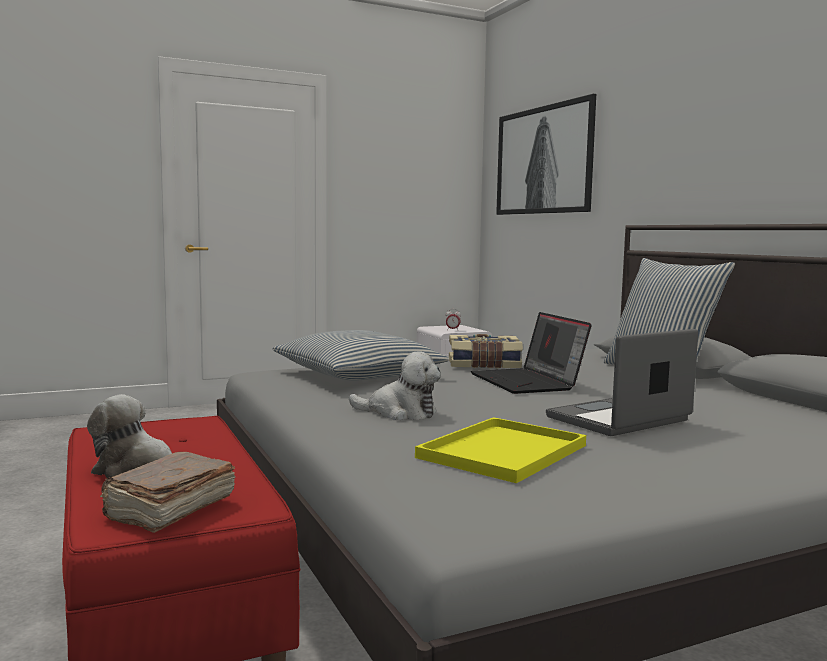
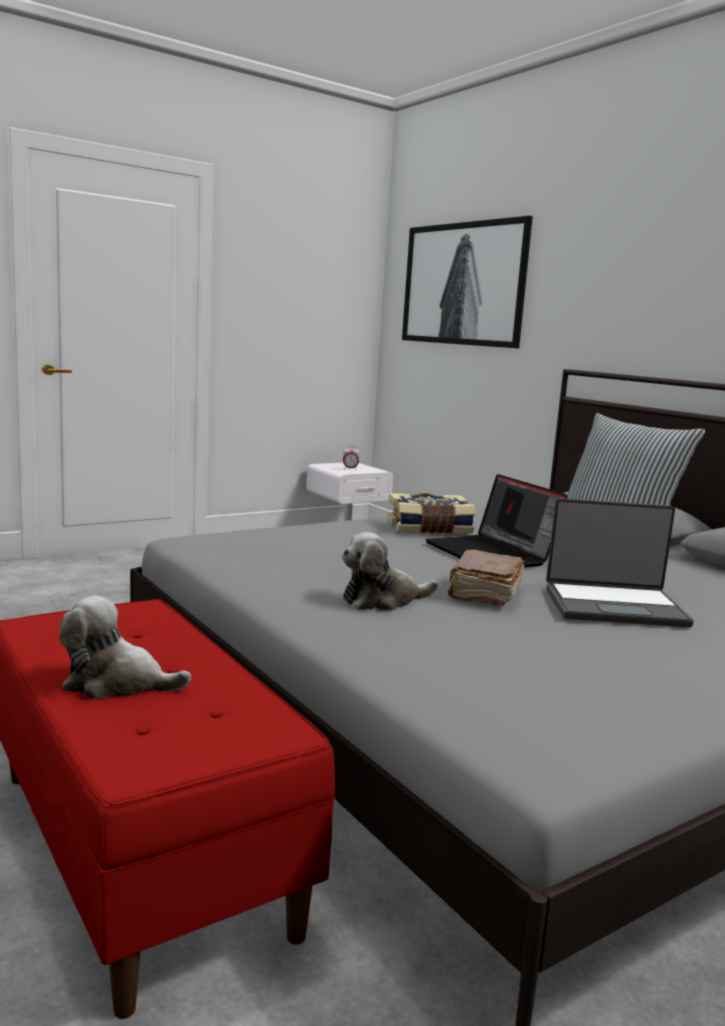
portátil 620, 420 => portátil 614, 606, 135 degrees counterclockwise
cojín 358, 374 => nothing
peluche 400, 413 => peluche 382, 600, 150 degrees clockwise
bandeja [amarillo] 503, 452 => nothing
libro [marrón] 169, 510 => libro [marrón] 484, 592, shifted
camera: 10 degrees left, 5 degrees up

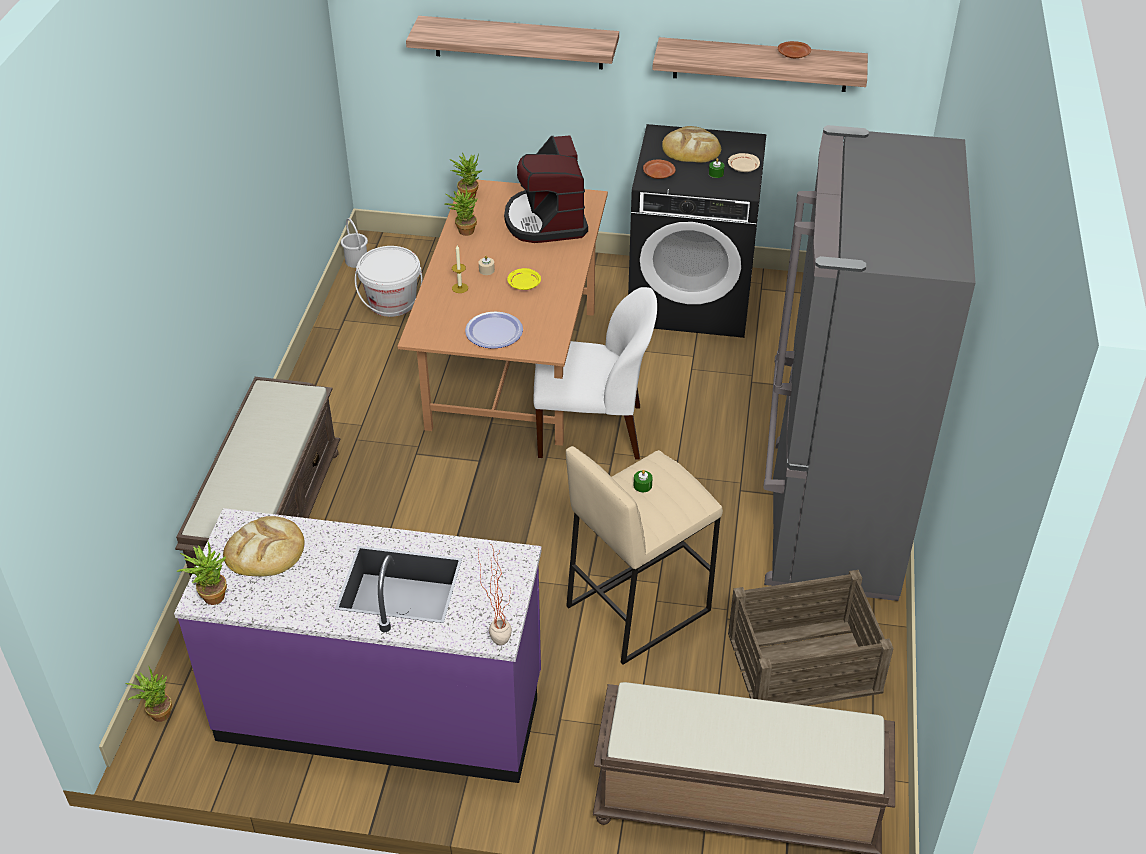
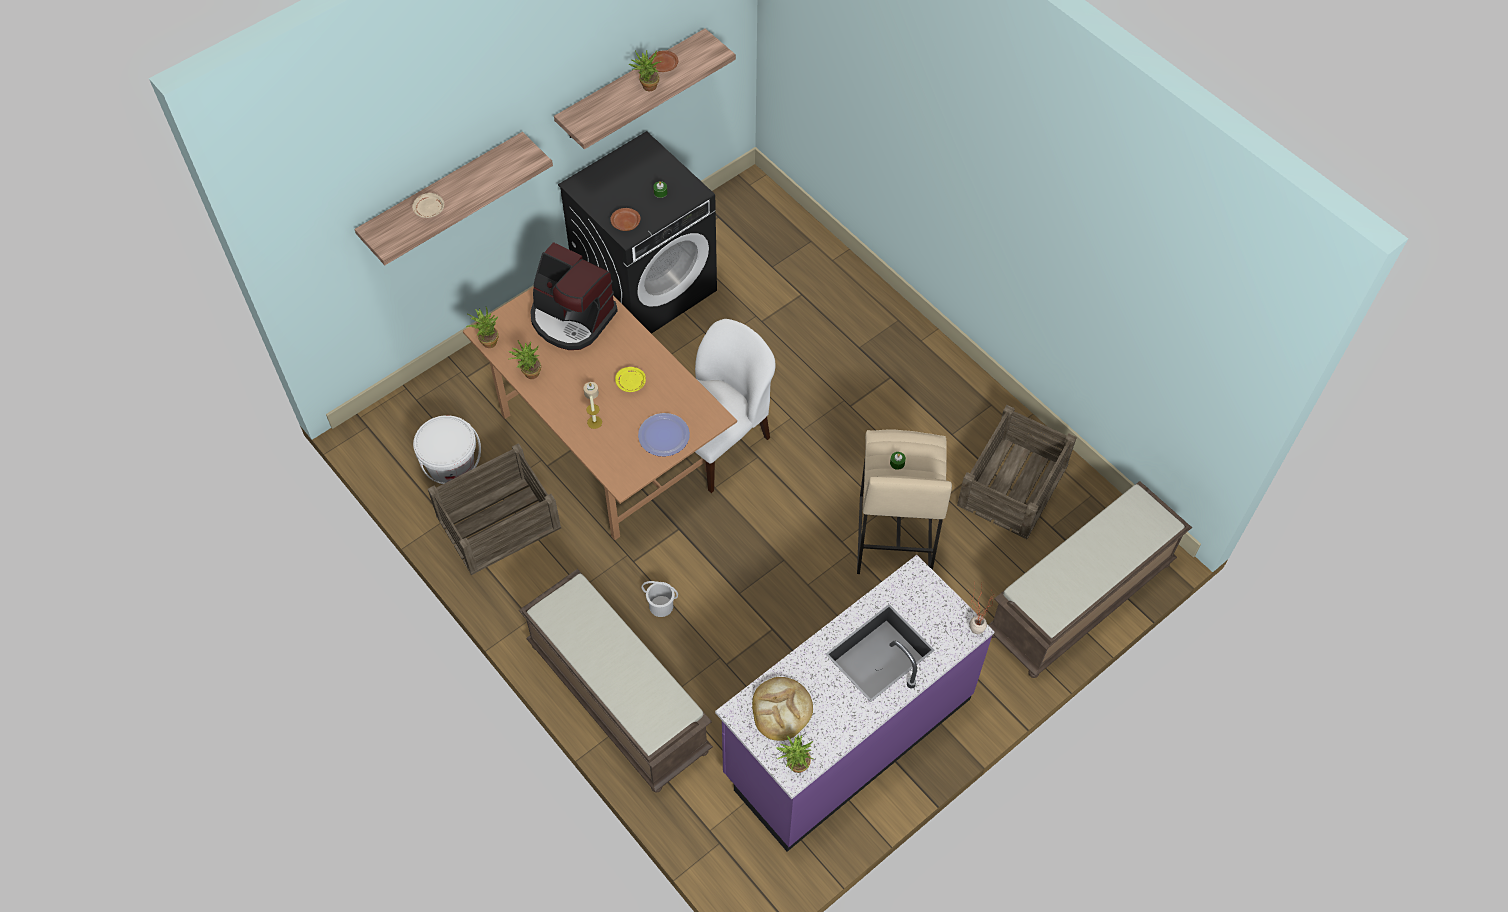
nevera [gris] 829, 518 => nothing
pan 691, 149 => nothing
plato [beis] 743, 168 => plato [beis] 429, 210, shifted
cubo [blanco] 356, 261 => cubo [blanco] 661, 606, shifted
planta en maceta 157, 713 => planta en maceta 647, 87, shifted
nothing => caja de embalaje 497, 521
camera: 50 degrees left, 15 degrees up

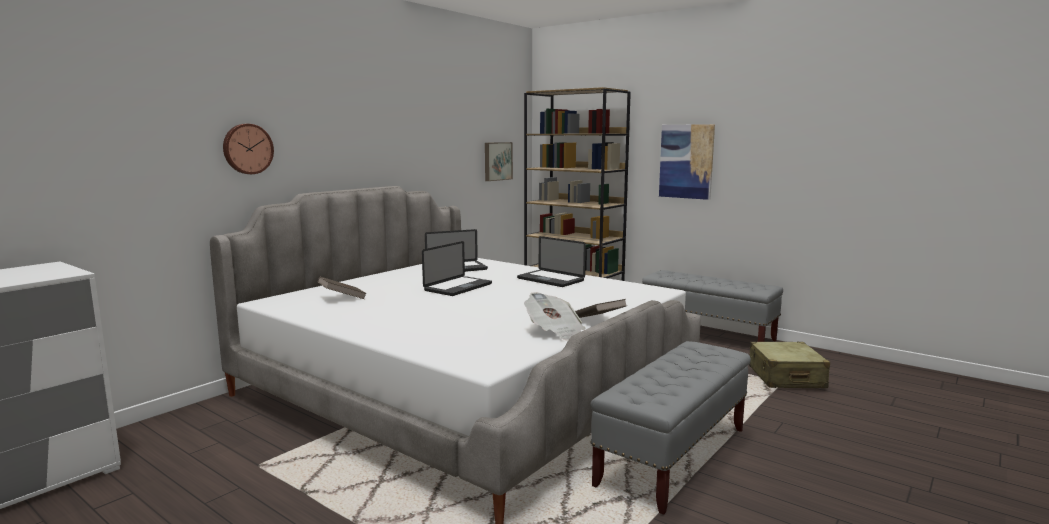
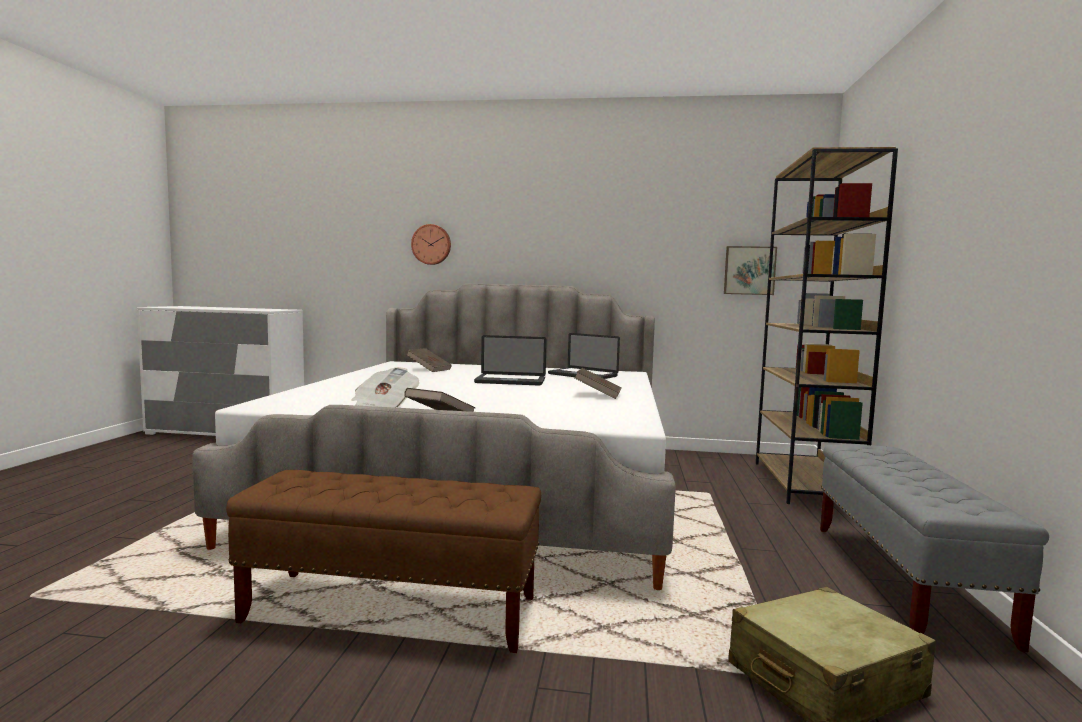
cuadro 686, 161 => nothing
portátil 550, 279 => libro [marrón] 598, 395
banco [gris] 673, 456 => banco [marrón] 392, 610
camera: 60 degrees right, 5 degrees down

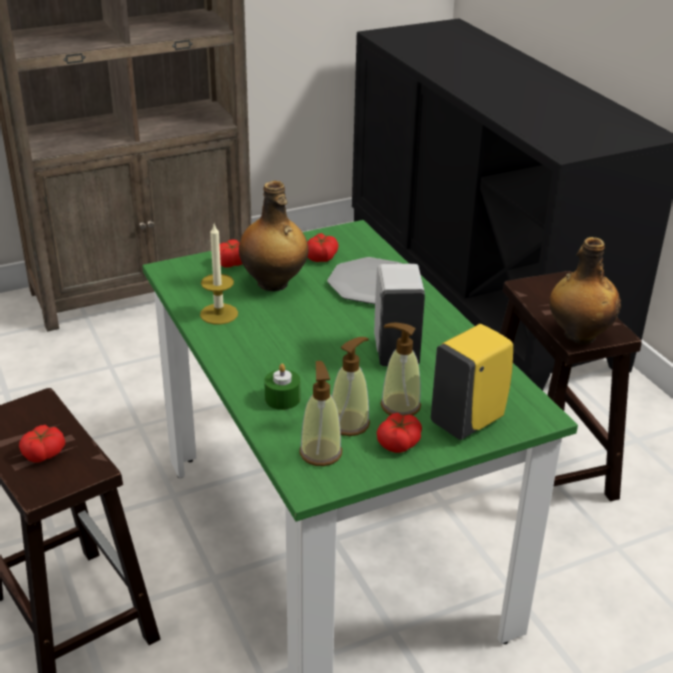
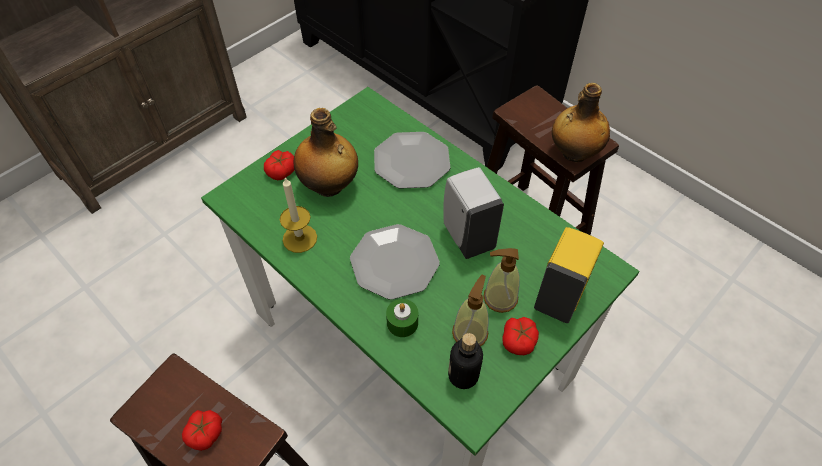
tomate 321, 257 => nothing
dispensador de jabón 320, 452 => botella 463, 375
nothing => plato 394, 262
camera: 20 degrees left, 20 degrees up

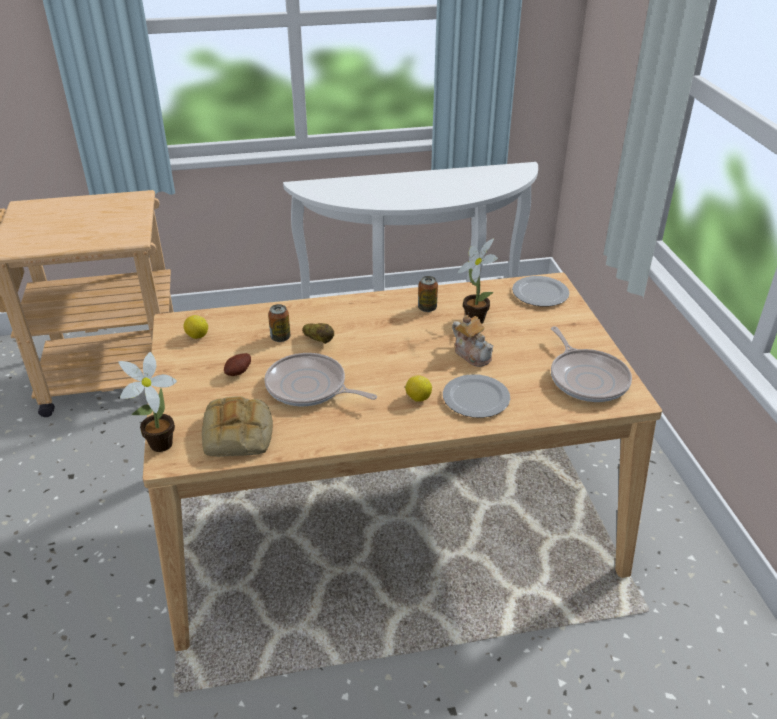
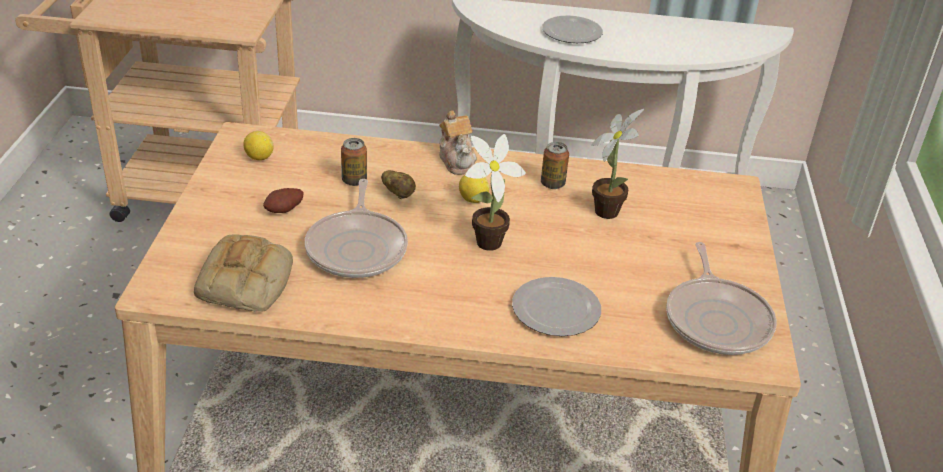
plato 541, 294 => plato 572, 33, shifted
tetera 472, 354 => tetera 457, 160, shifted
planta en maceta 157, 446 => planta en maceta 484, 244, shifted
sartén 309, 387 => sartén 357, 247, 135 degrees counterclockwise
limón 418, 398 => limón 472, 199, shifted
camera: 15 degrees right, 0 degrees up

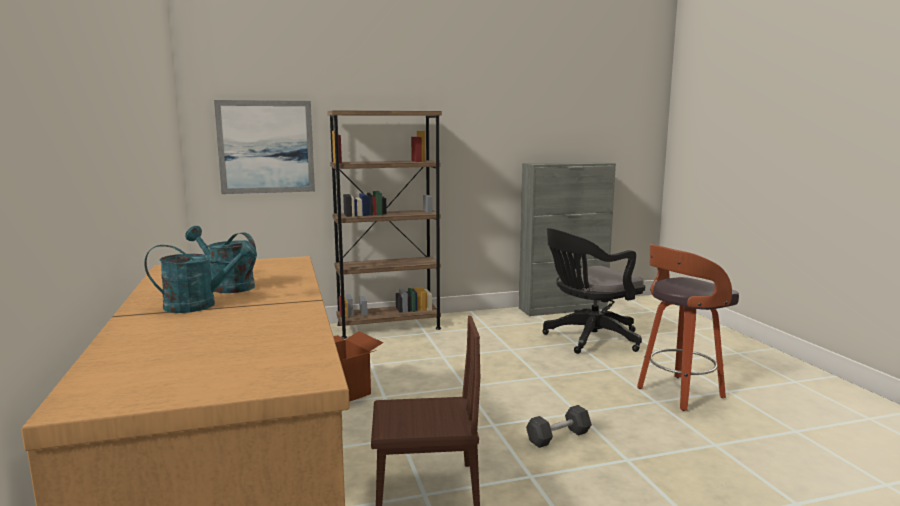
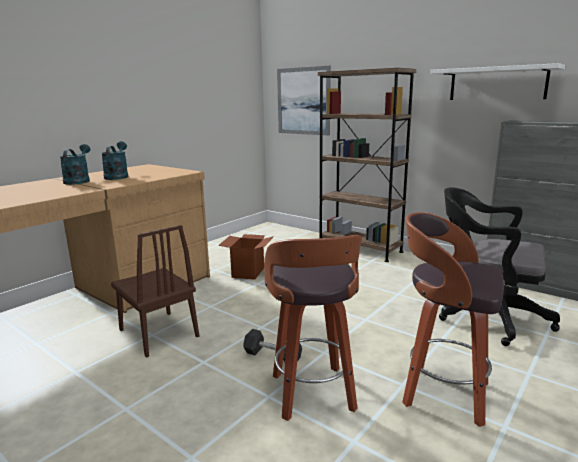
regadera [turquesa] 200, 305 => regadera [turquesa] 78, 181, 135 degrees counterclockwise
nothing => estante [blanco] 497, 83
nothing => taburete 313, 394
camera: 55 degrees right, 5 degrees up

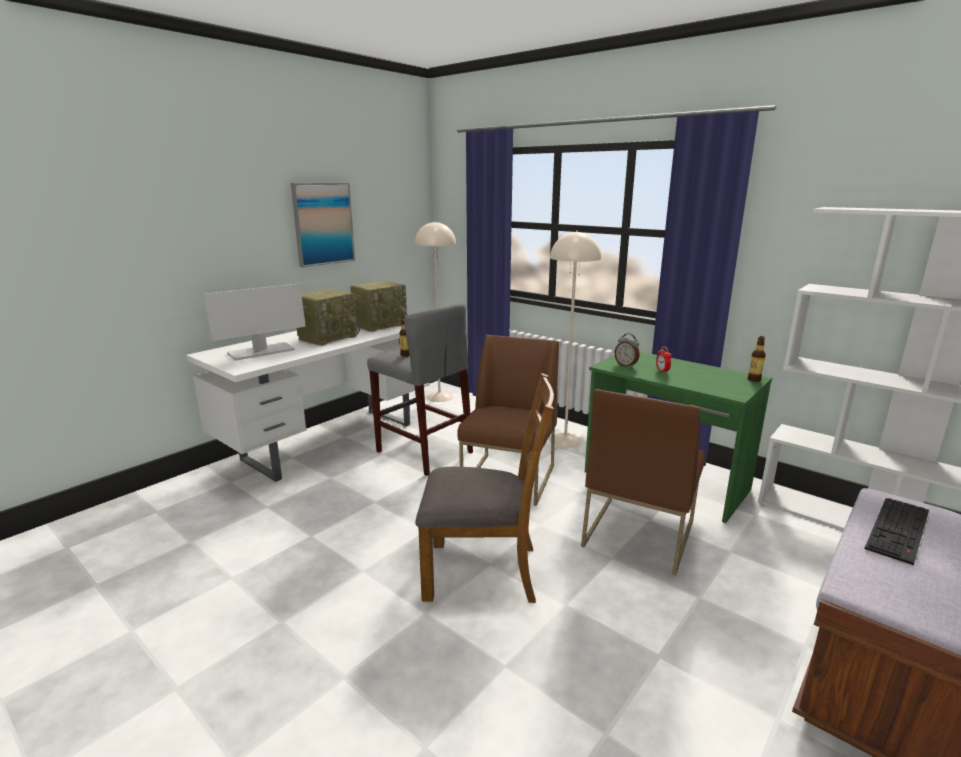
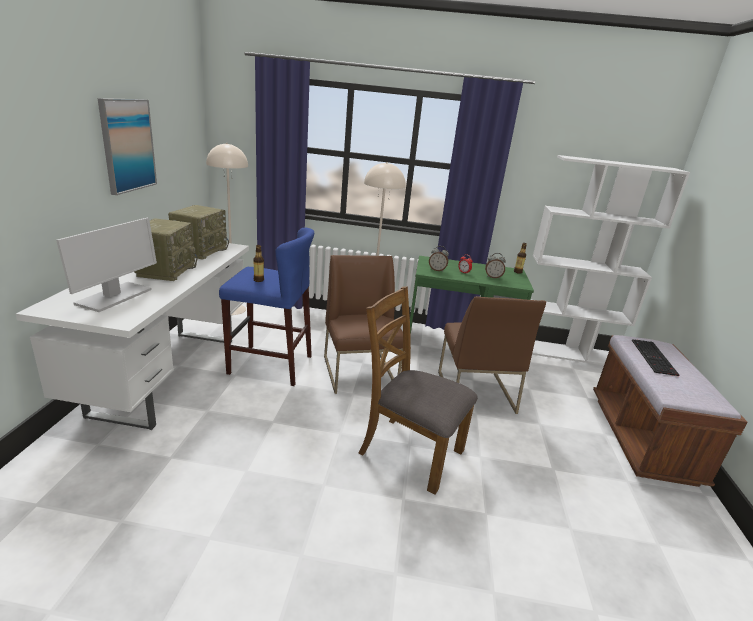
taburete [gris] 424, 451 => taburete [azul] 270, 364
silla [marrón] 483, 571 => silla [marrón] 410, 451, 120 degrees counterclockwise
nothing => despertador 493, 277
camera: 35 degrees left, 5 degrees up

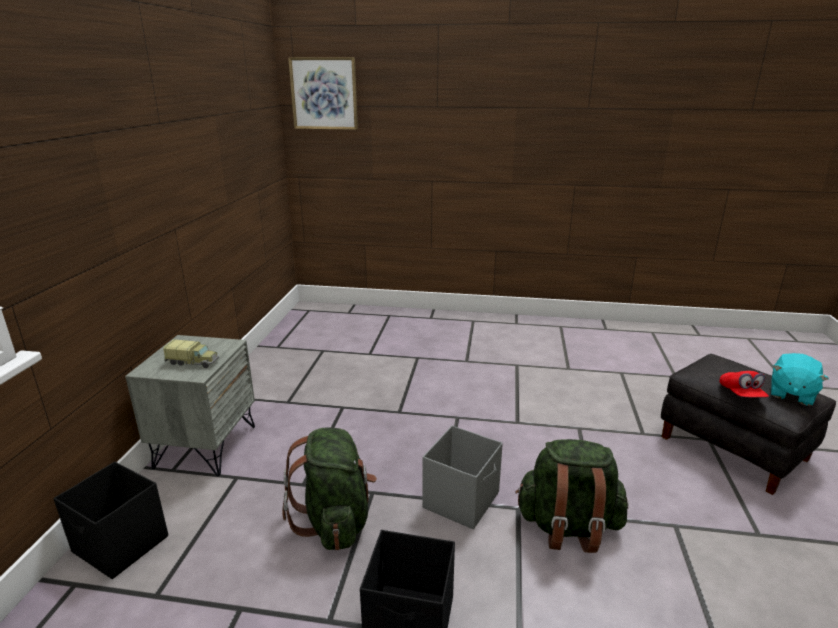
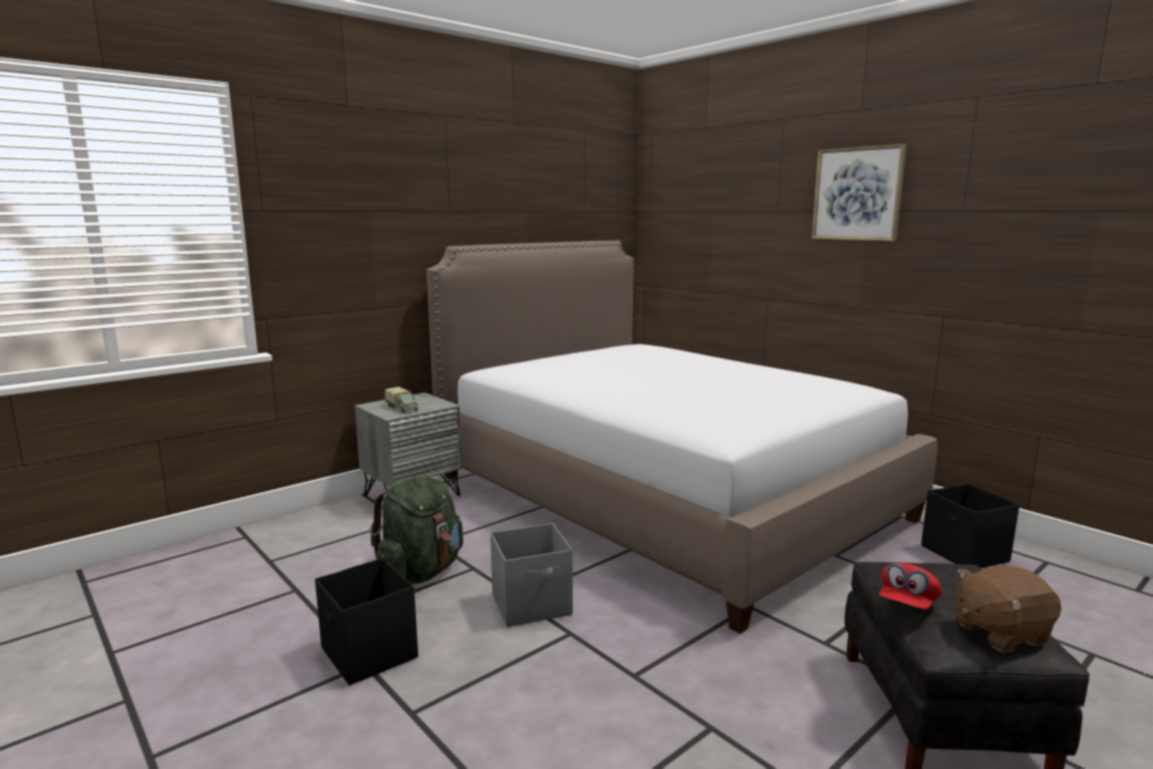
cuadro 324, 94 => cuadro 857, 194, shifted
peluche [turquesa] 791, 394 => peluche [marrón] 999, 632
mochila [verde] 568, 527 => nothing
caja de almacenaje [negro] 121, 545 => caja de almacenaje [negro] 965, 554, shifted
nothing => cama 662, 496
camera: 40 degrees right, 10 degrees down

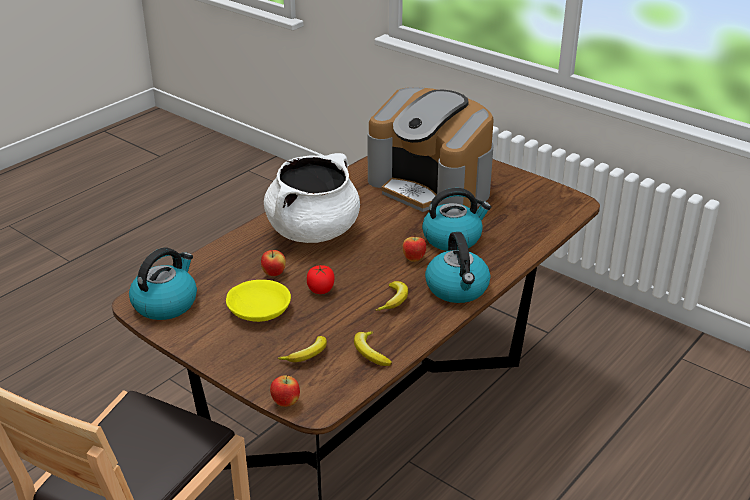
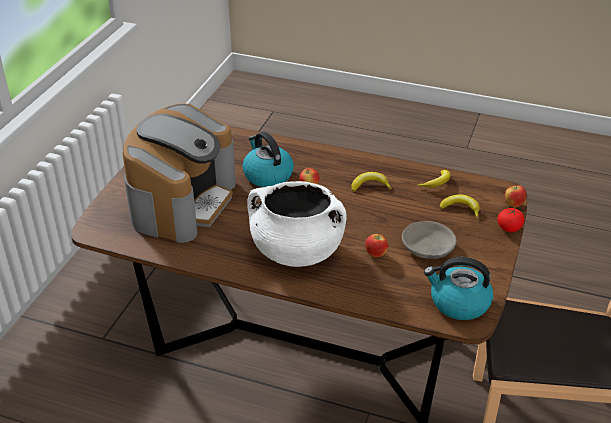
hervidor 457, 289 => nothing
tomate 321, 289 => tomate 509, 228, shifted
cuenco [amarillo] 258, 309 => cuenco [gris] 428, 248
camera: 110 degrees left, 5 degrees up

